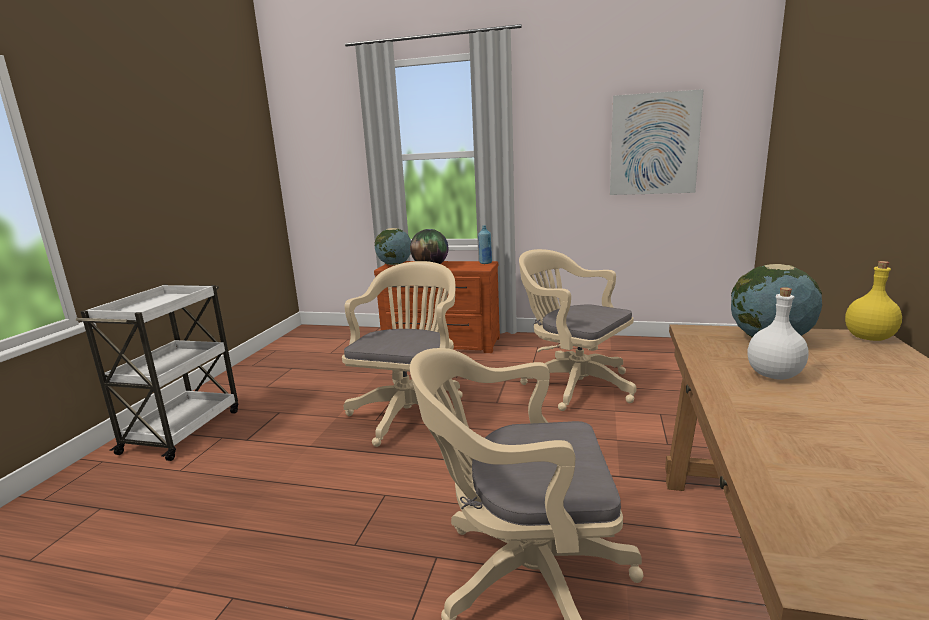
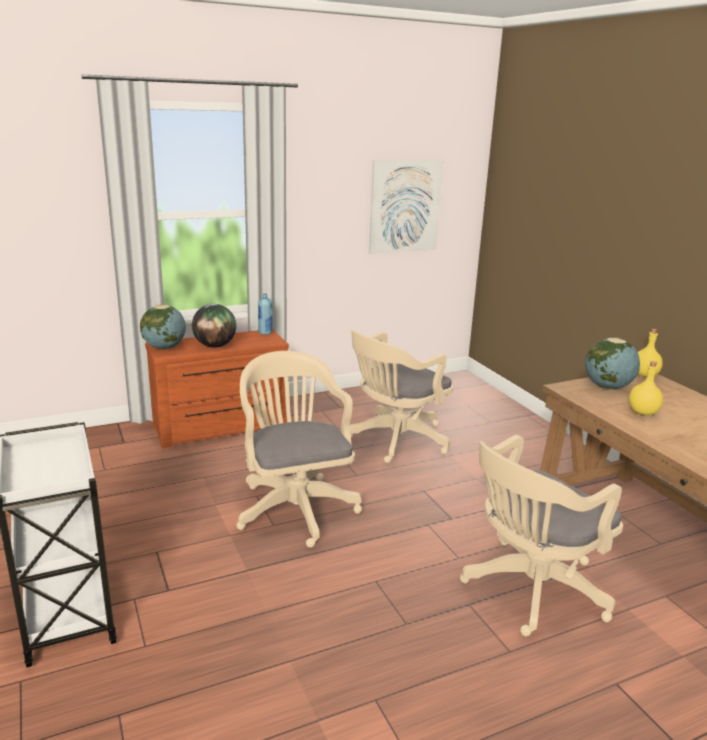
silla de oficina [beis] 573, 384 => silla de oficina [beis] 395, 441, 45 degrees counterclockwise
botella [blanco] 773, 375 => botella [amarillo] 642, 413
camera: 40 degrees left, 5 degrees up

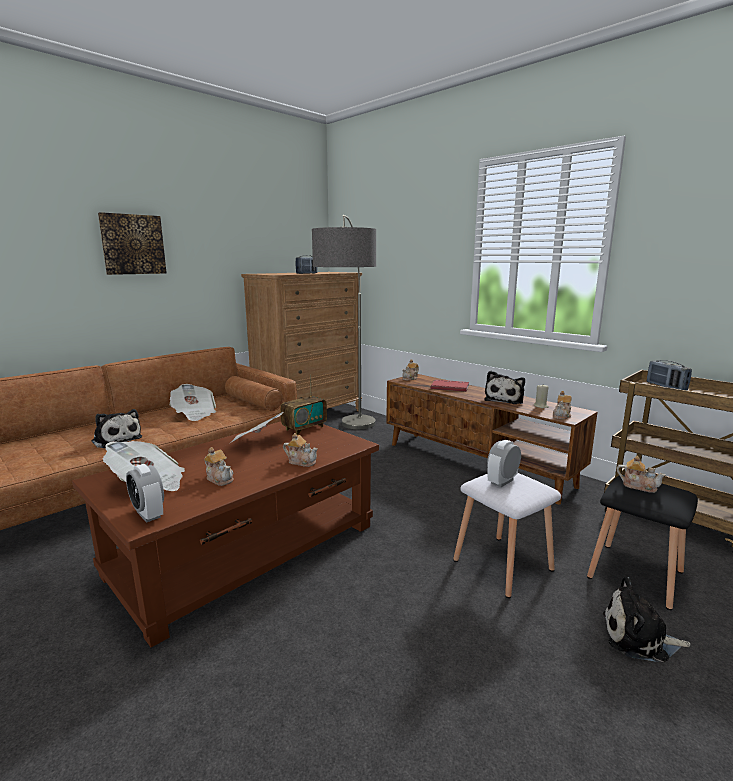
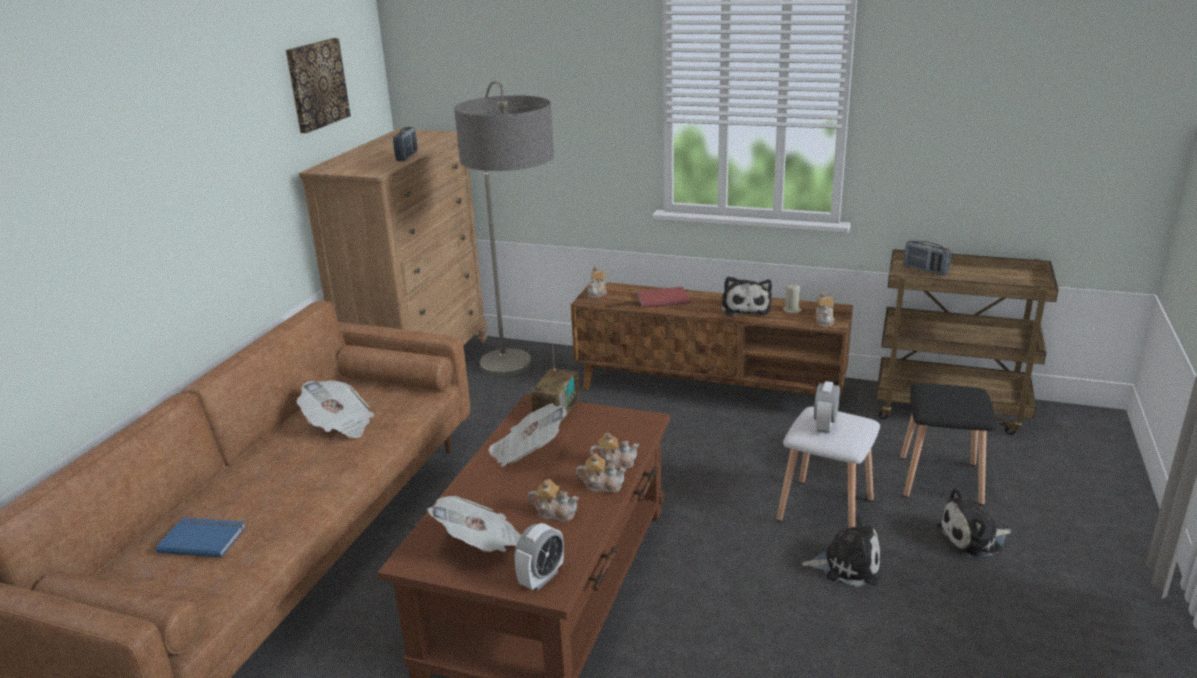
cuadro 133, 244 => cuadro 316, 84, shifted
peluche 116, 439 => peluche 846, 565, shifted
tetera 638, 486 => tetera 602, 486, shifted
despertador 148, 514 => despertador 541, 578, 75 degrees counterclockwise
nothing => libro [azul] 203, 539
camera: 25 degrees left, 10 degrees up

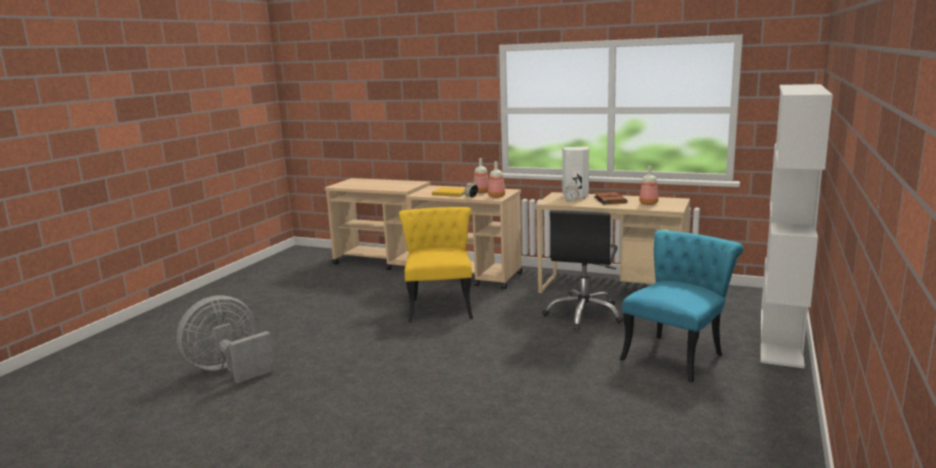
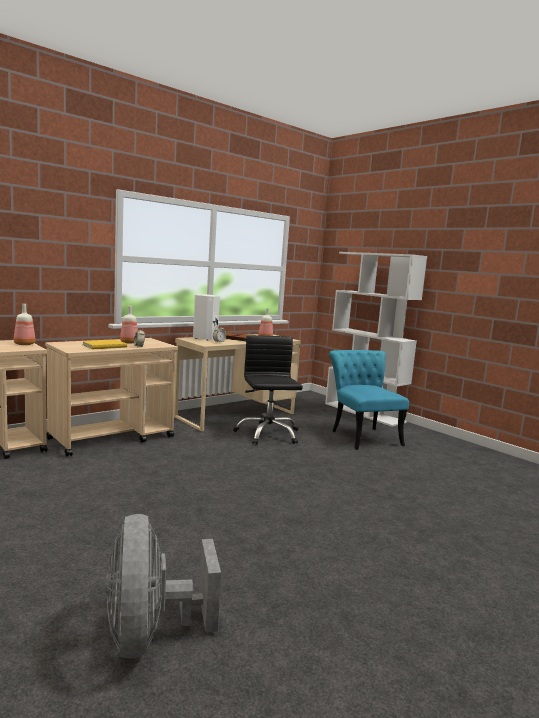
botella 496, 196 => botella 24, 344, shifted
silla [amarillo] 440, 306 => nothing
silla de oficina [negro] 584, 314 => silla de oficina [negro] 267, 434, 150 degrees counterclockwise
camera: 65 degrees left, 5 degrees down

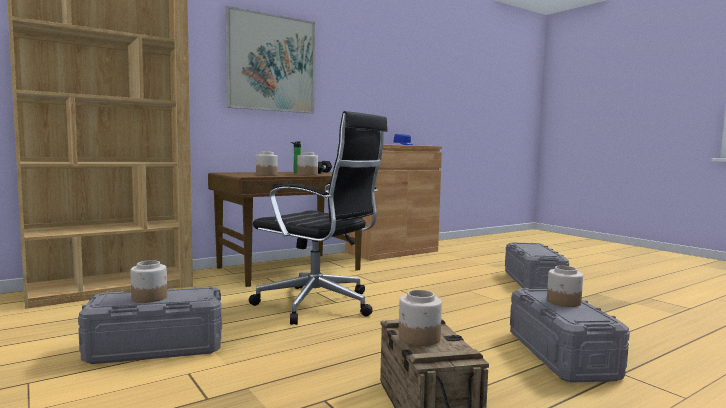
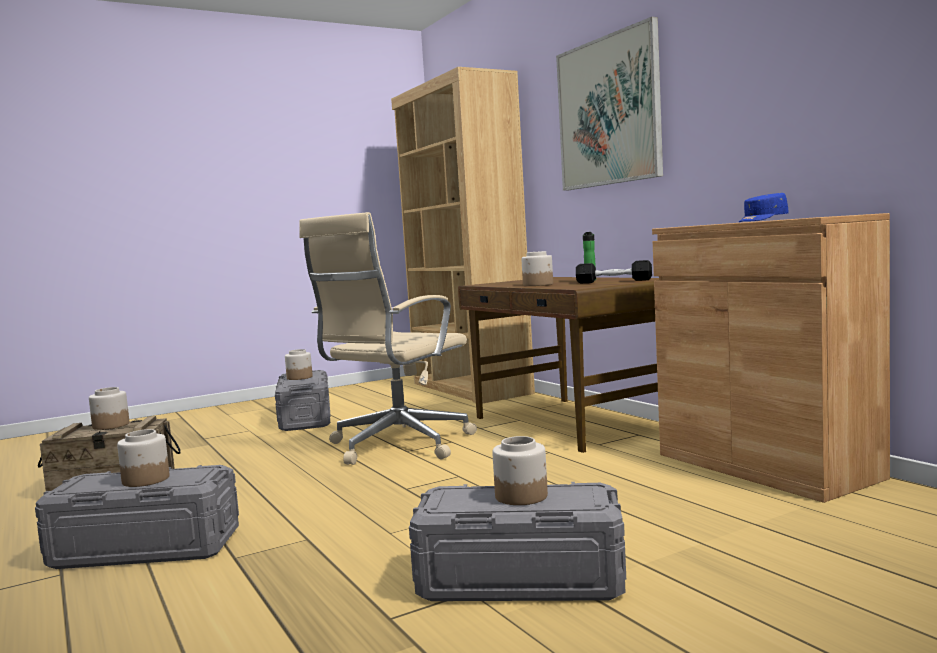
silla de oficina [negro] 319, 305 => silla de oficina [beis] 396, 446
tarro 266, 175 => tarro 522, 496, shifted
camera: 95 degrees right, 0 degrees up

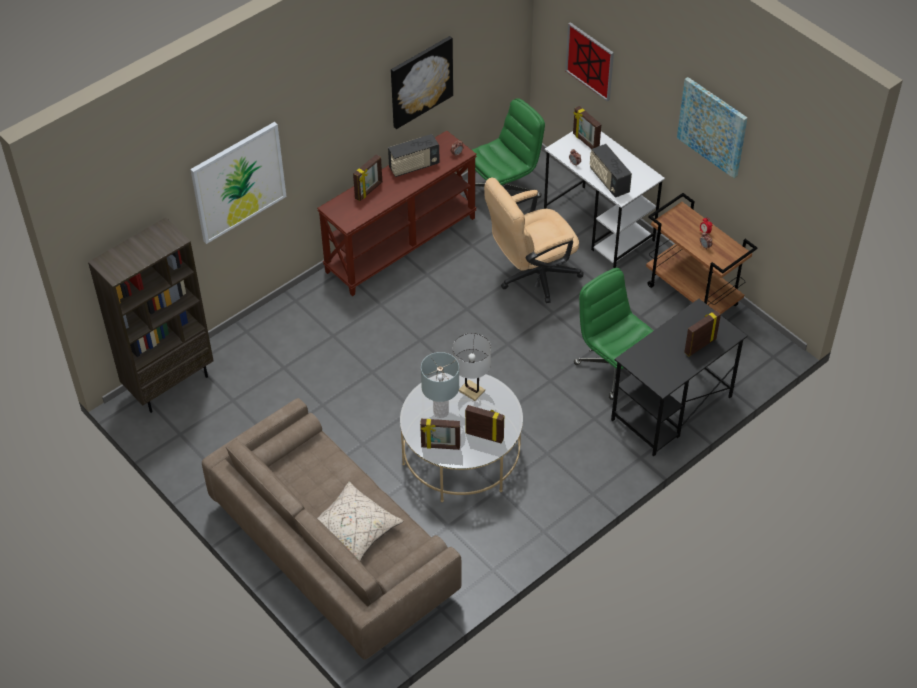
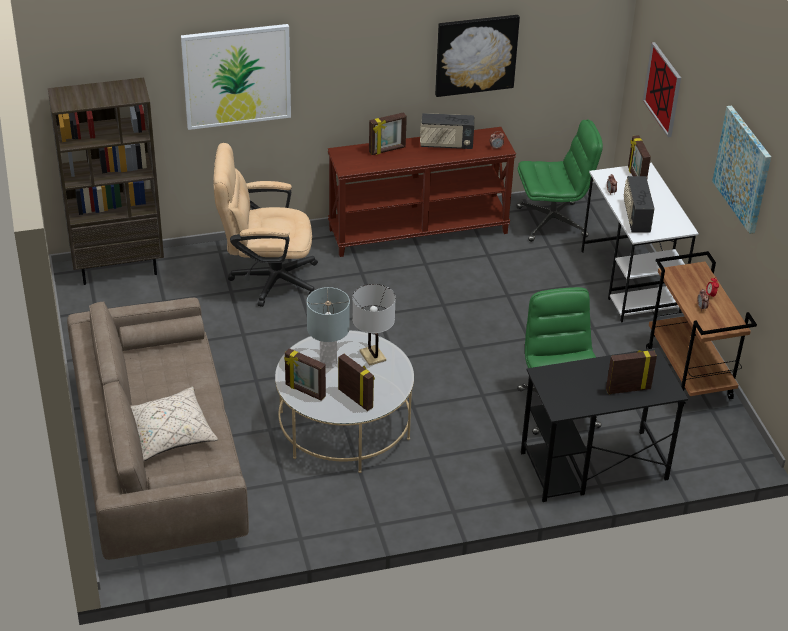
silla de oficina [beis] 531, 276 => silla de oficina [beis] 266, 279, shifted
camera: 25 degrees right, 10 degrees down

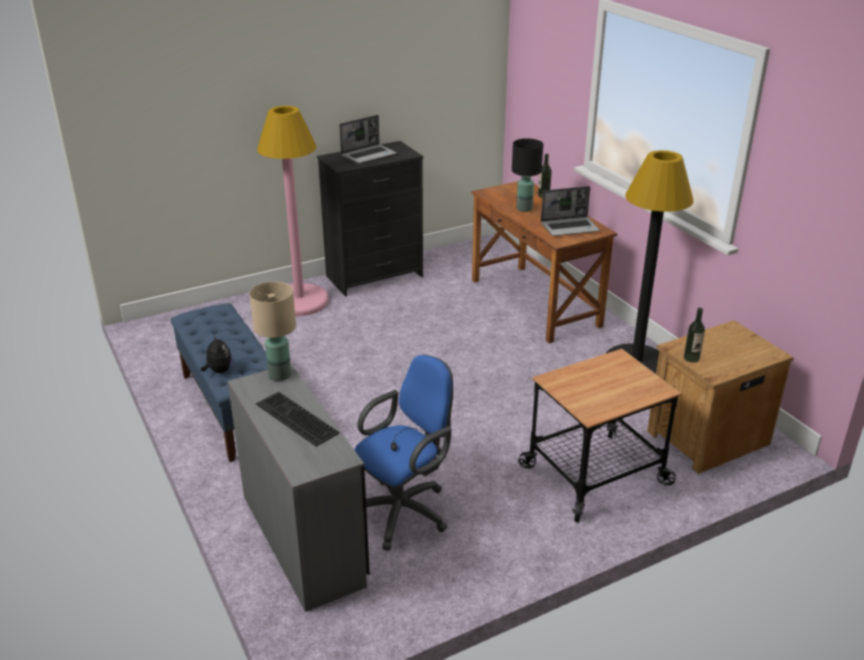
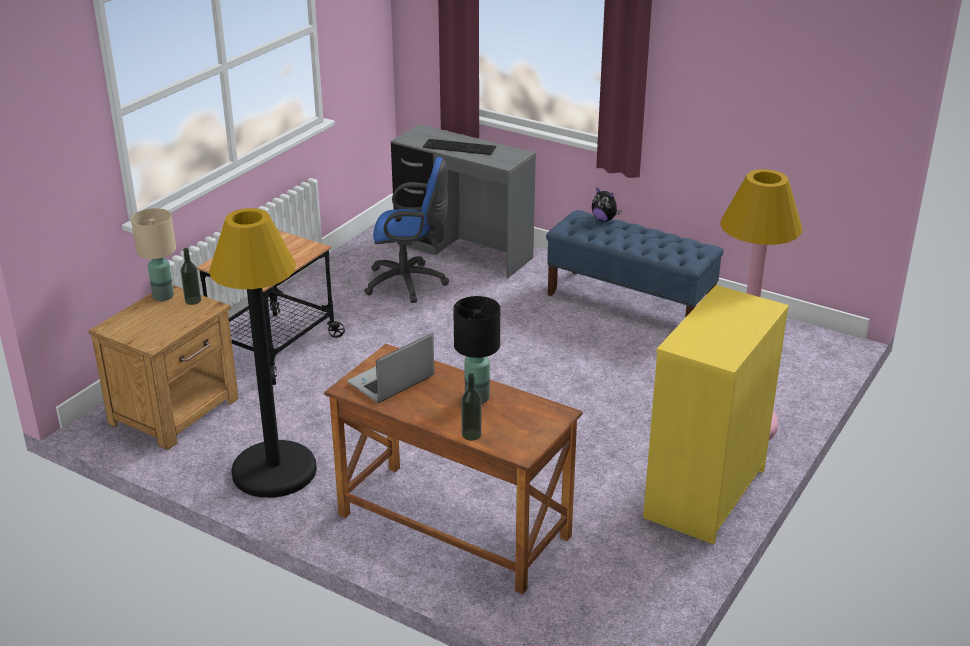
portátil 369, 155 => nothing
cómoda [negro] 374, 277 => cómoda [amarillo] 704, 493
lámpara de mesa [beis] 279, 375 => lámpara de mesa [beis] 164, 296, shifted
silla de oficina [azul] 405, 510 => silla de oficina [azul] 410, 283, 105 degrees counterclockwise
camera: 150 degrees right, 0 degrees up

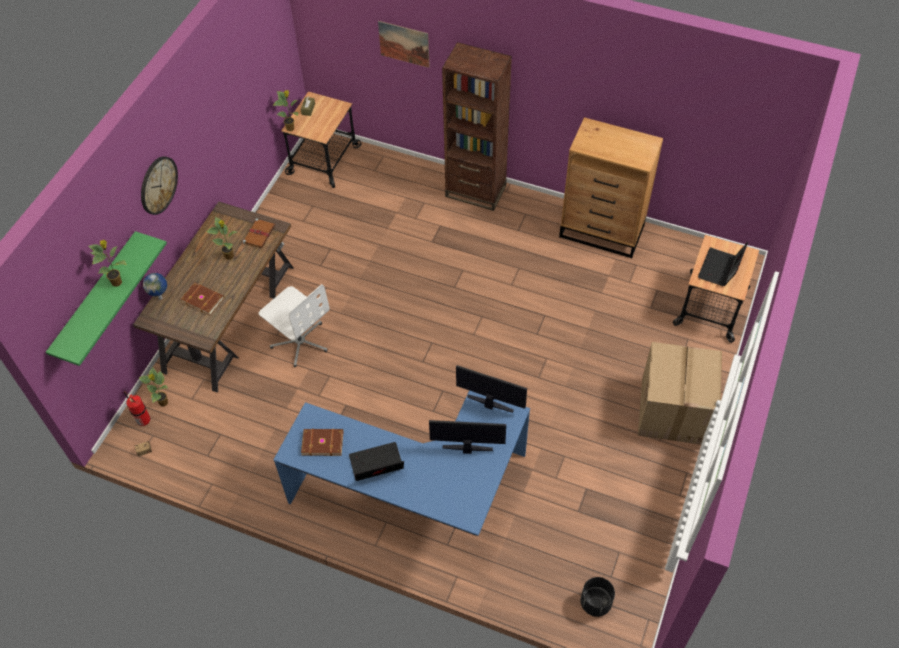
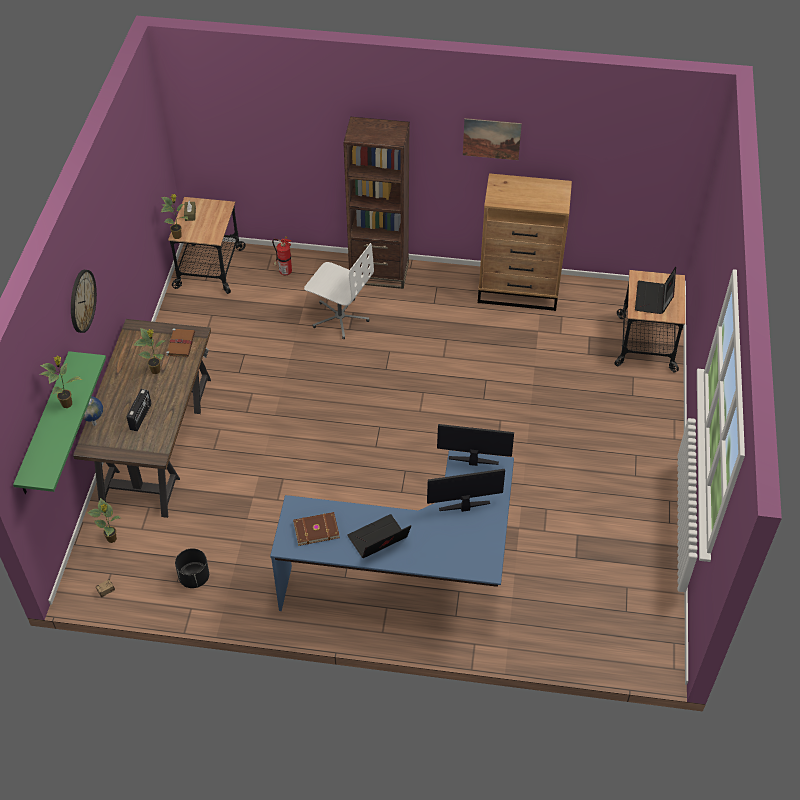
cuadro 404, 44 => cuadro 491, 139, shifted
libro [marrón] 203, 299 => radio 141, 417
silla de oficina [blanco] 300, 341 => silla de oficina [blanco] 340, 317, shifted
caja de cartón 674, 412 => nothing
extintor 142, 420 => extintor 284, 272, shifted
maceta [negro] 595, 603 => maceta [negro] 194, 577, shifted
camera: 15 degrees left, 5 degrees down

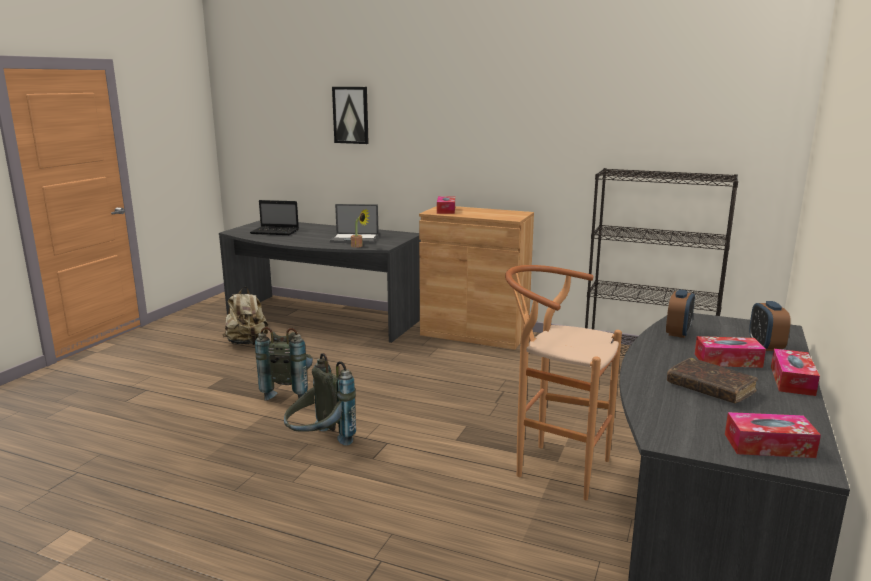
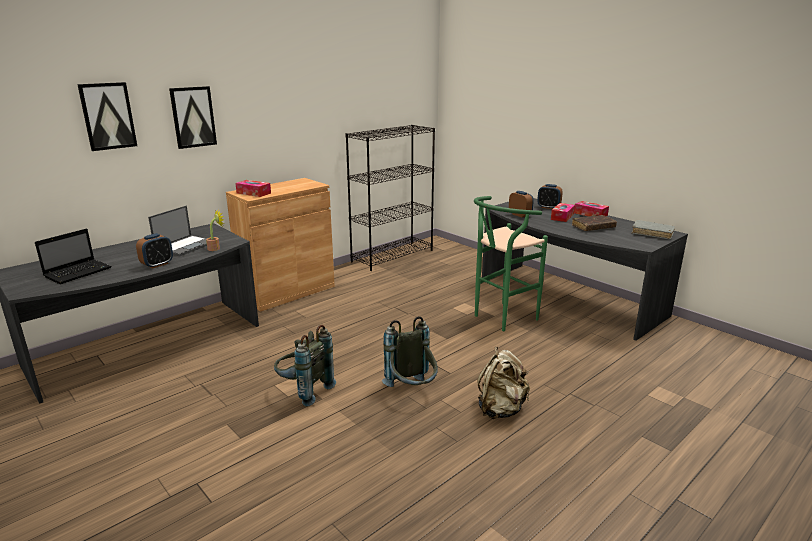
taburete [marrón] 553, 467 => taburete [verde] 500, 318
mochila [beis] 247, 343 => mochila [beis] 501, 409, shifted
caja de pañuelos 769, 445 => libro [gris] 652, 233
nothing => cuadro 193, 117
nothing => despertador 157, 264
camera: 65 degrees left, 5 degrees up

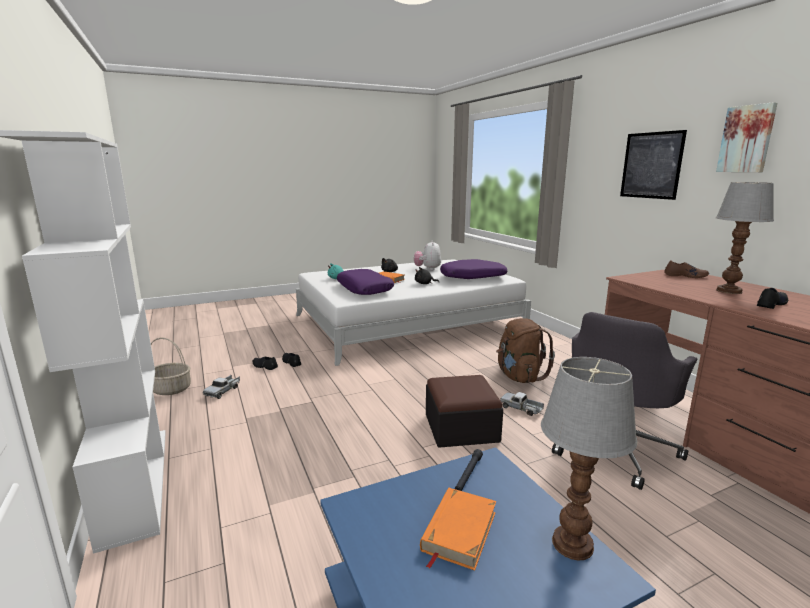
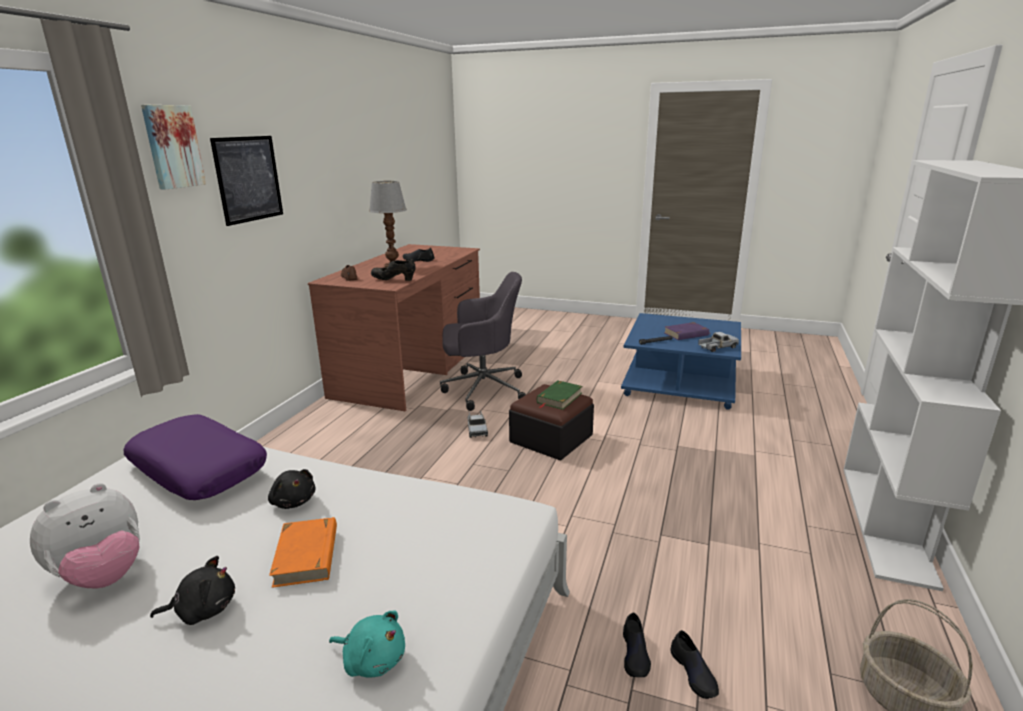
cuadro 747, 139 => cuadro 172, 146, shifted
cojín [morado] 365, 289 => nothing
mochila [marrón] 519, 377 => nothing
lámpara de mesa 573, 543 => nothing
camión de juguete 223, 391 => camión de juguete 717, 347, shifted
libro [naranja] 458, 531 => libro [morado] 686, 334
nothing => zapato [negro] 394, 280
nothing => libro [verde] 559, 398
camera: 135 degrees left, 5 degrees up

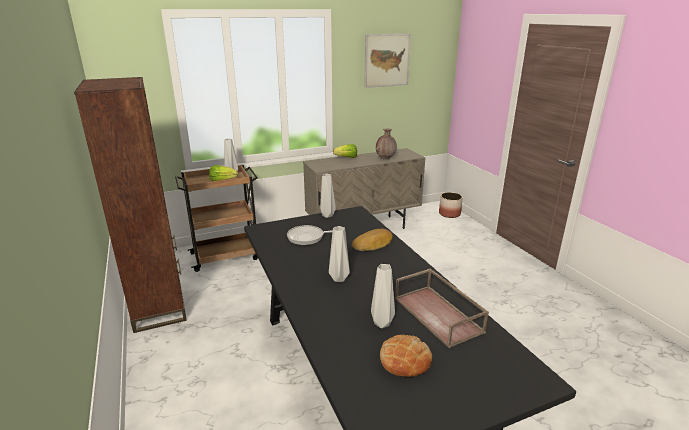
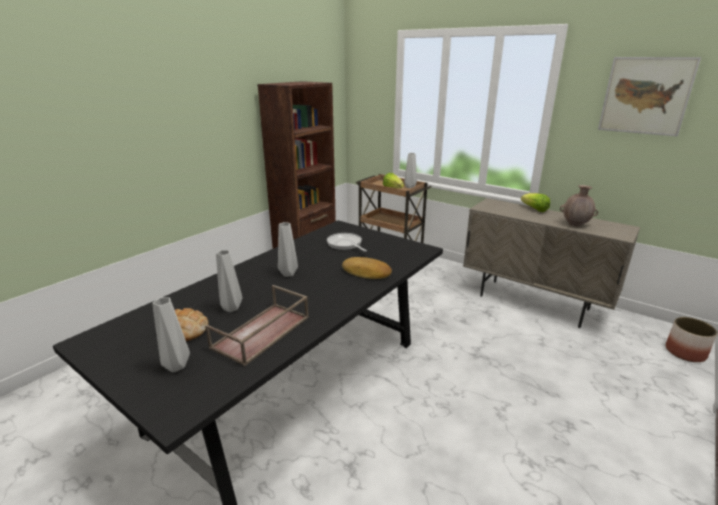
florero [gris] 327, 215 => florero [gris] 176, 365, shifted
camera: 60 degrees right, 0 degrees up

